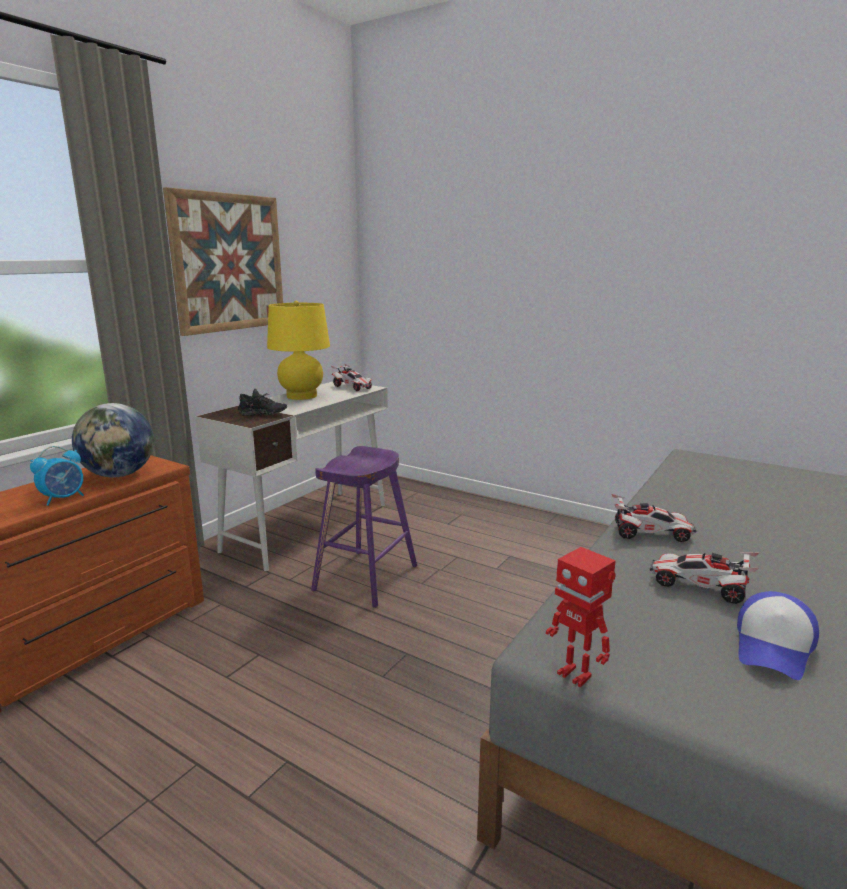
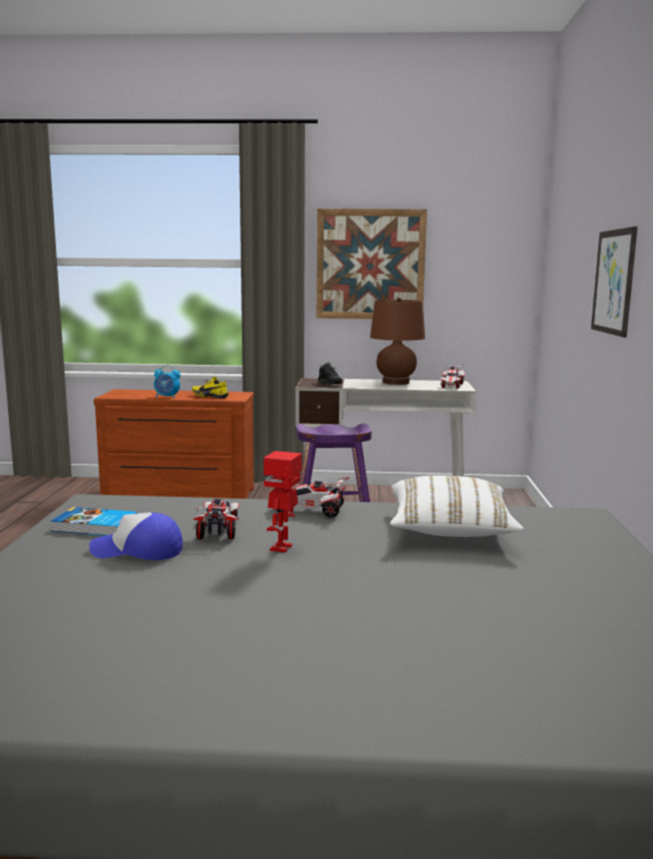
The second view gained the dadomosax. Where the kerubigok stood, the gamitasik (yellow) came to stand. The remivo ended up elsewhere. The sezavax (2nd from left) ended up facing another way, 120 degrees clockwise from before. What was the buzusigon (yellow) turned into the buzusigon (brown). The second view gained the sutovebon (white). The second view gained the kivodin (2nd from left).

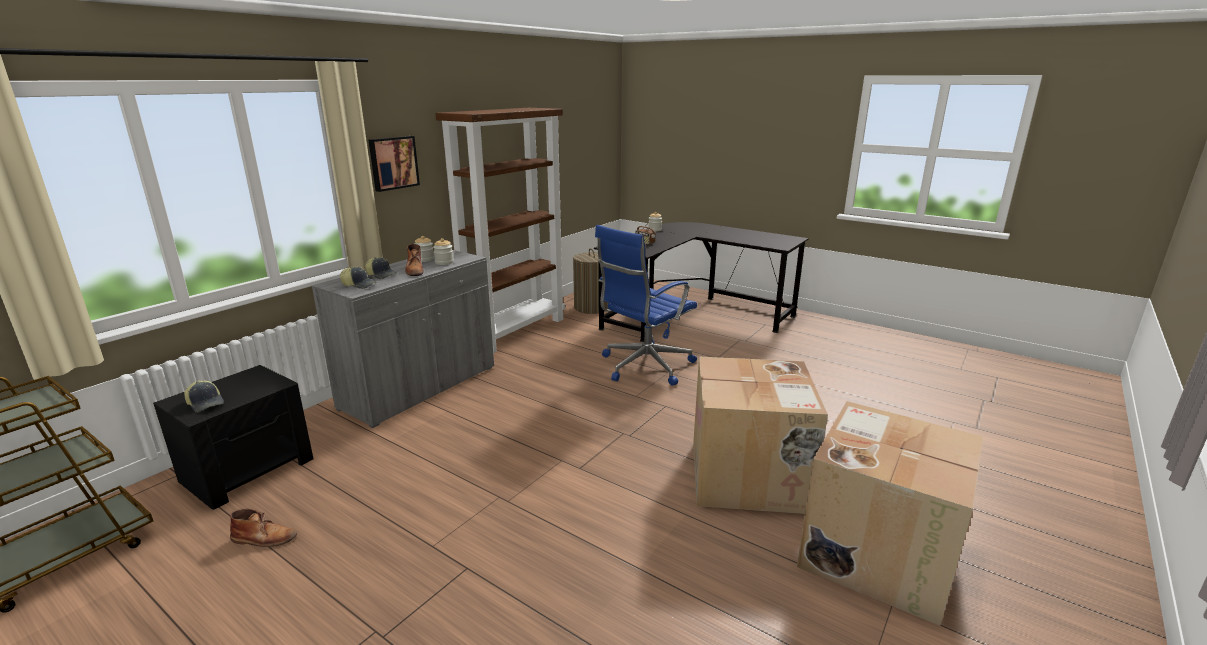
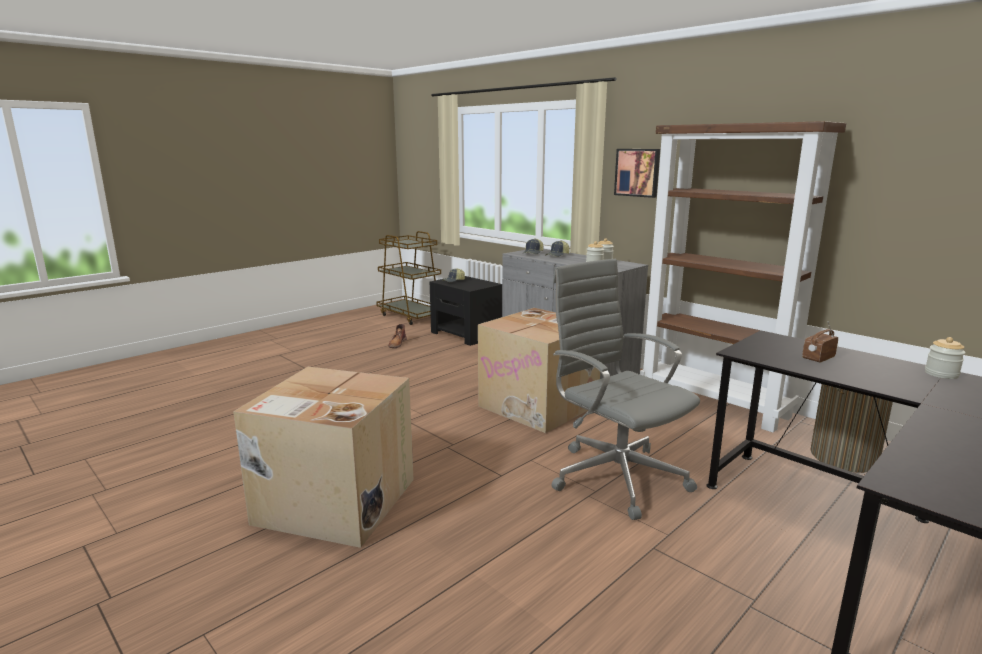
The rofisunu (2nd from left) ended up elsewhere. What was the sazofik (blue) turned into the sazofik (grey). The second view lost the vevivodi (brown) (2nd from left).

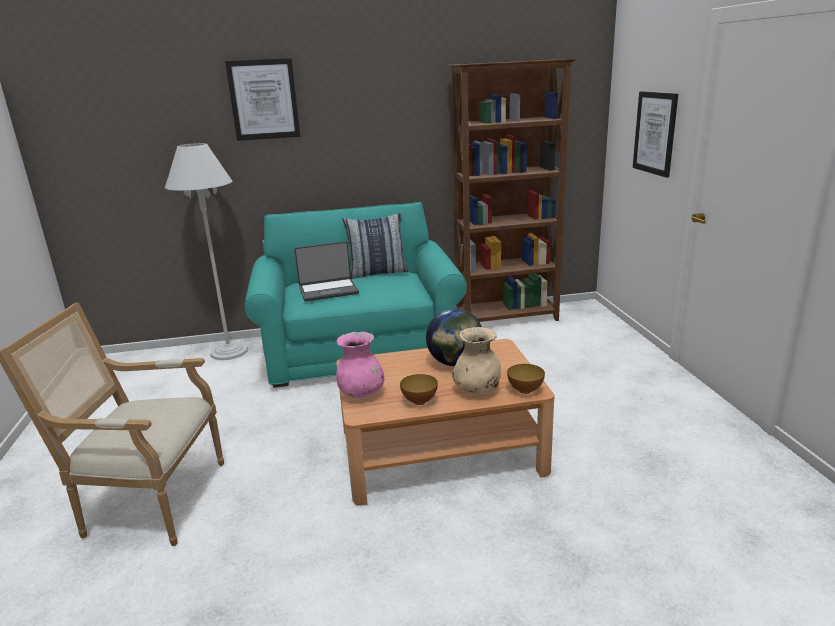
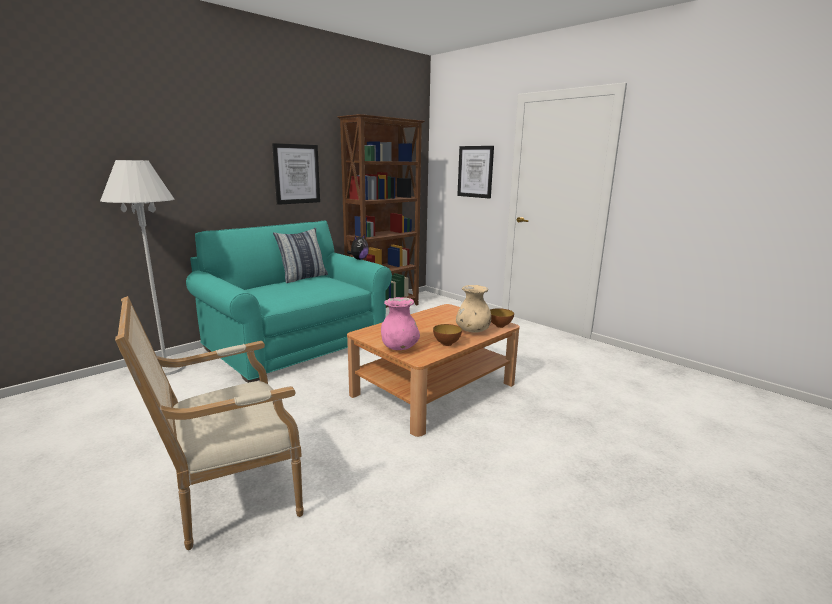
The kivodin (1st from left) ended up elsewhere. The second view gained the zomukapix. The second view lost the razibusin. The second view lost the kerubigok.

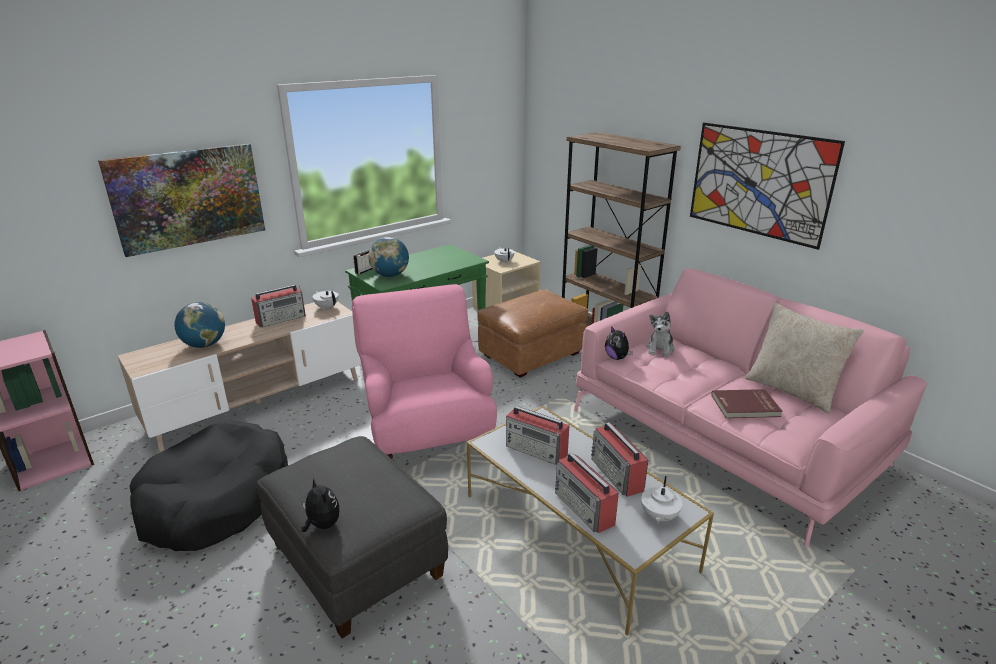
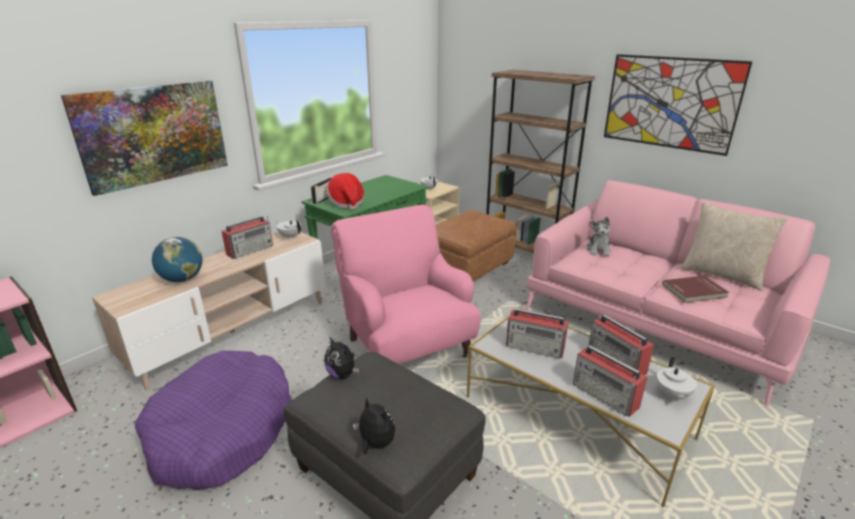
What was the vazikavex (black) turned into the vazikavex (purple). The zomukapix (2nd from left in the first image) ended up elsewhere. Where the kerubigok (2nd from left) stood, the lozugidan came to stand.

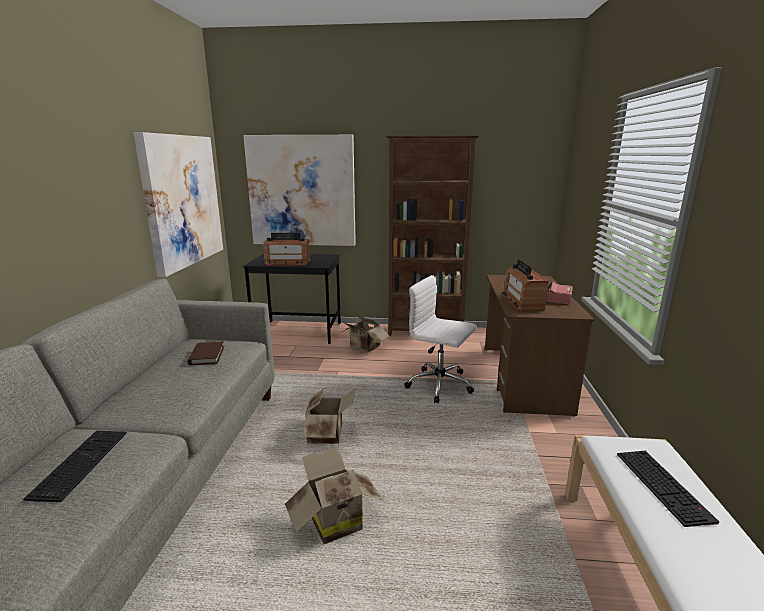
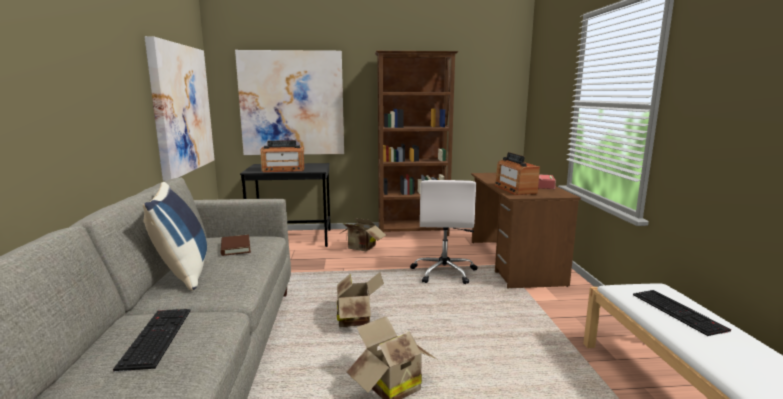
The second view gained the sutovebon (blue). The sazofik (white) ended up facing another way, 105 degrees counterclockwise from before.

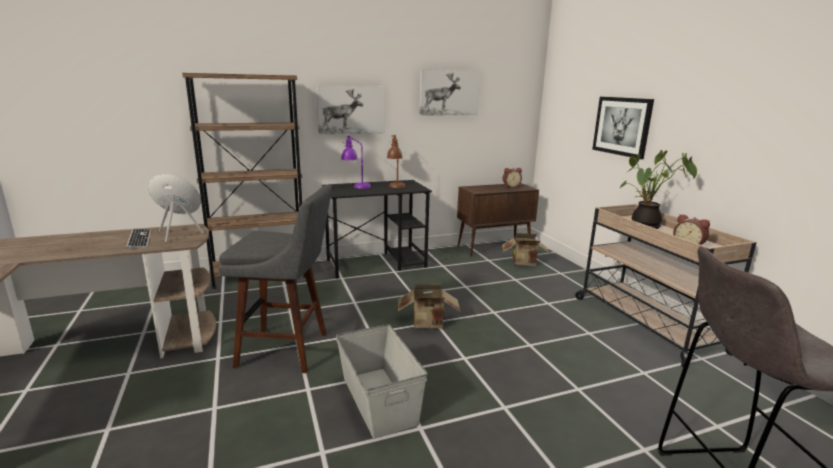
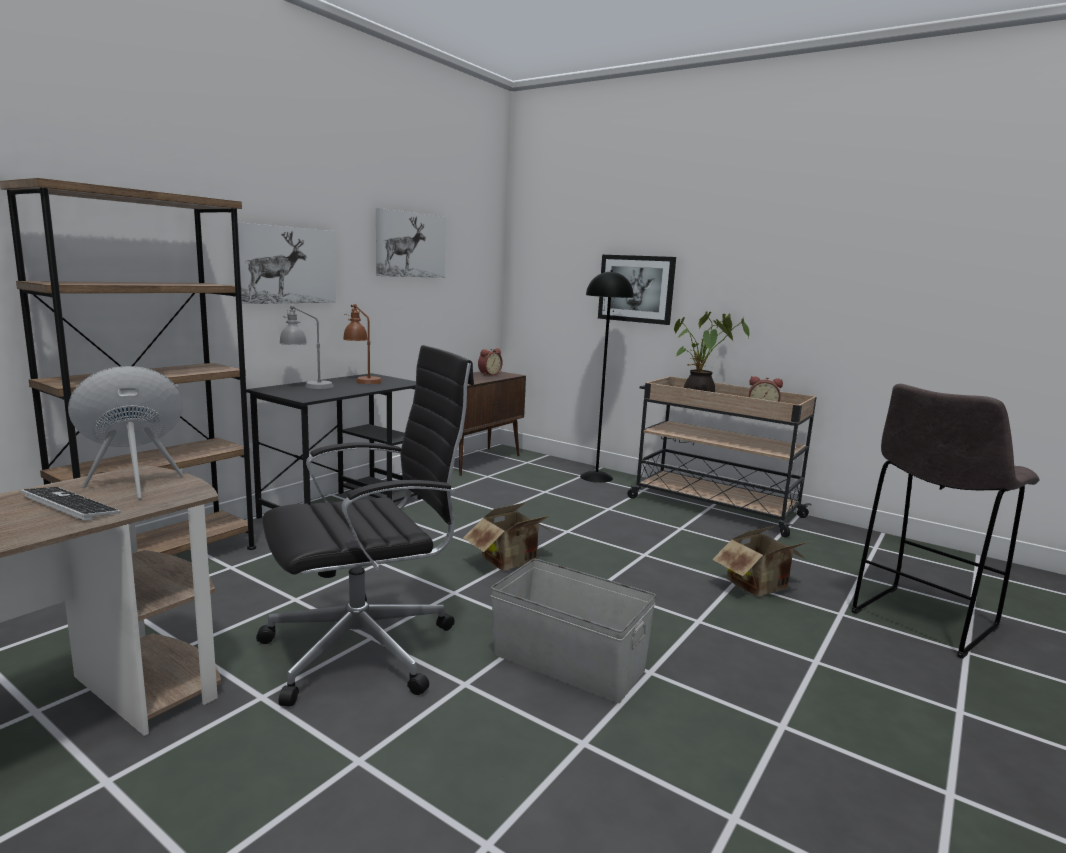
Where the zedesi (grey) (1st from left) stood, the sazofik (black) came to stand. What was the buzusigon (purple) turned into the buzusigon (grey). The second view gained the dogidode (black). The rofisunu (2nd from left) ended up elsewhere.

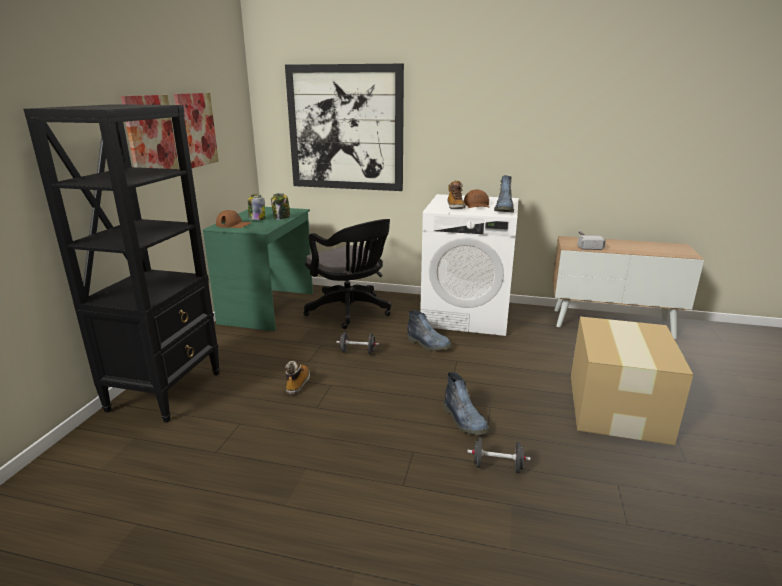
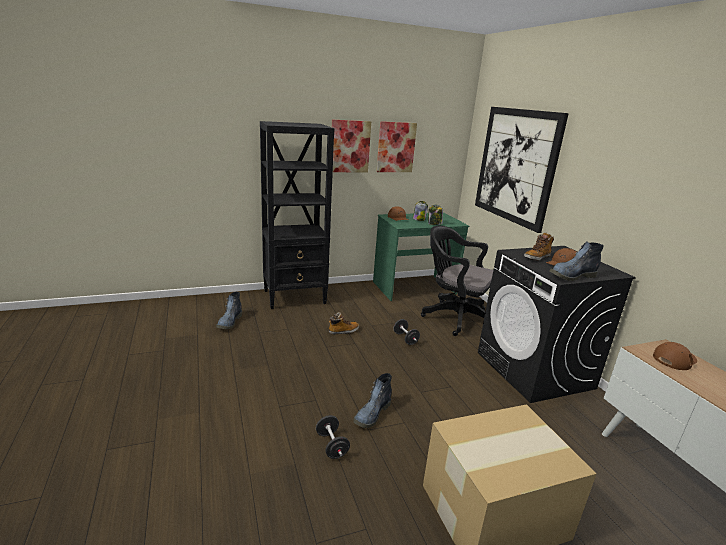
The vevivodi (2nd from left in the first image) ended up elsewhere. The sazofik (black) ended up facing another way, 105 degrees clockwise from before. What was the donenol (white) turned into the donenol (black). Where the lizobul stood, the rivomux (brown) (3rd from left) came to stand.

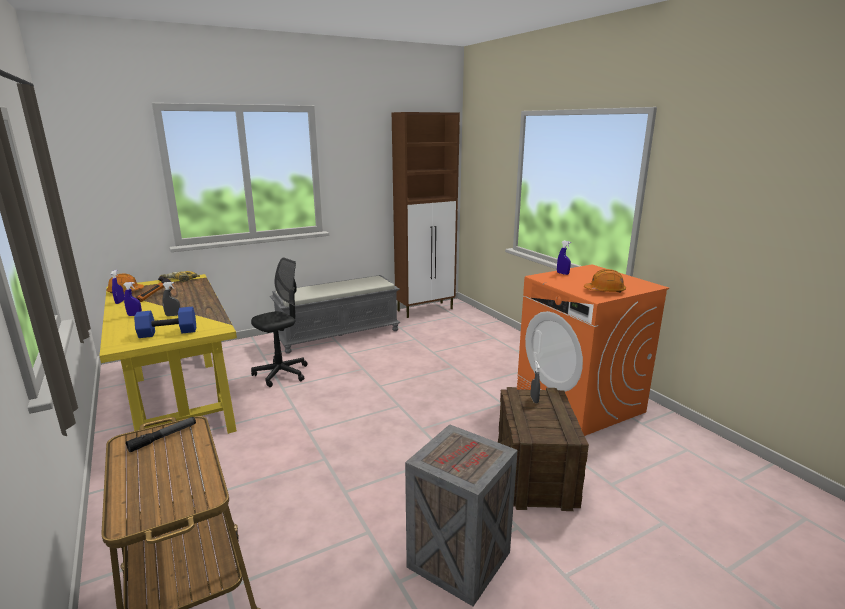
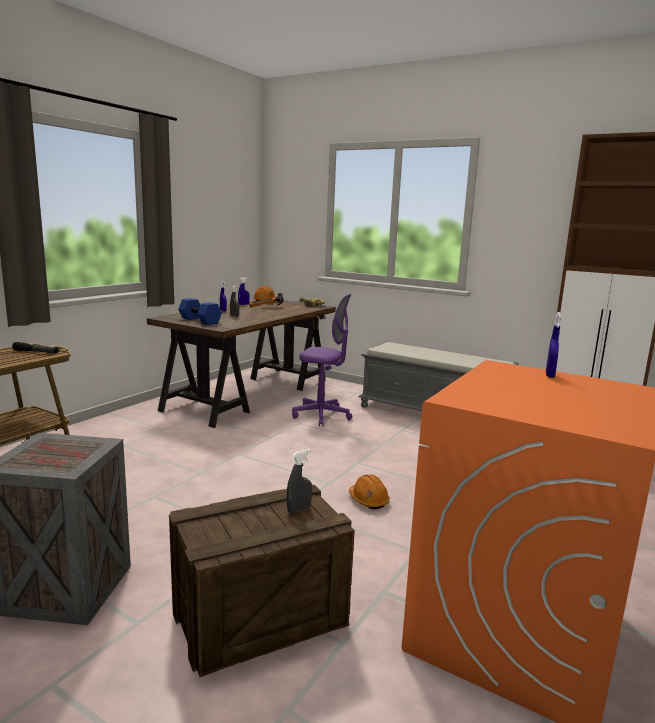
What was the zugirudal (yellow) turned into the zugirudal (brown). What was the sazofik (black) turned into the sazofik (purple). The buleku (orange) (2nd from left) ended up elsewhere.

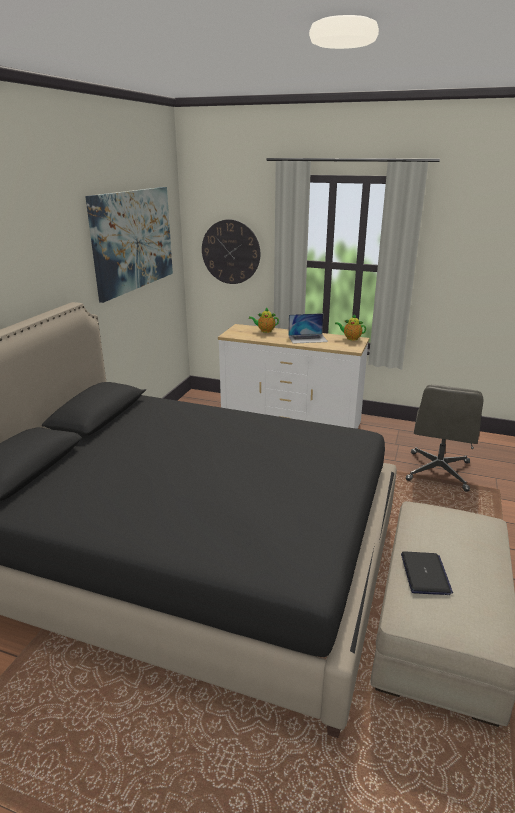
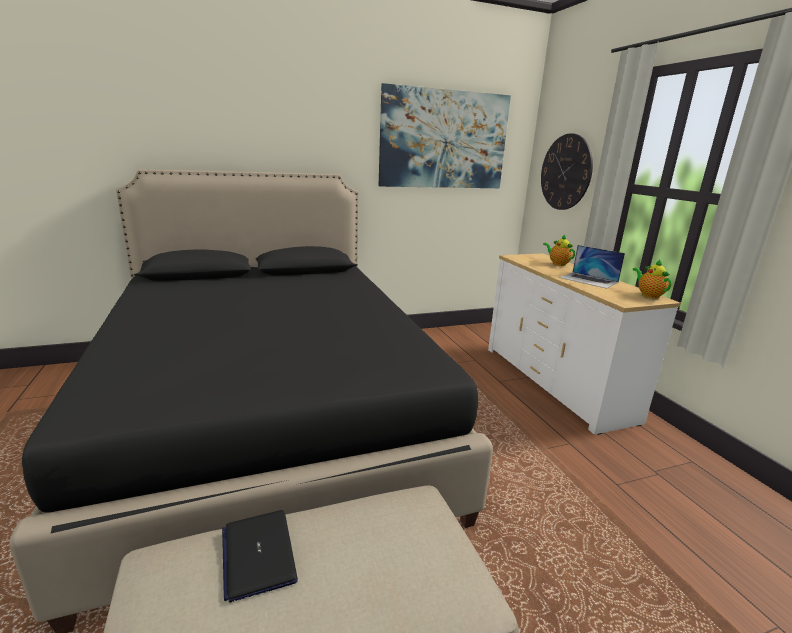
The razibusin (2nd from left in the first image) ended up facing another way, 105 degrees clockwise from before. The second view lost the sazofik (grey).

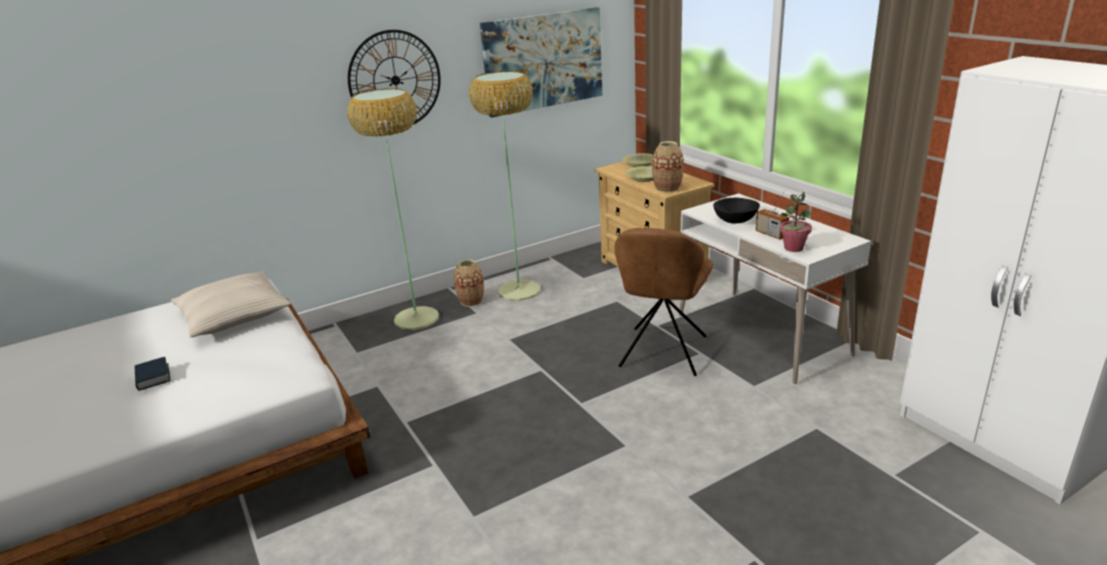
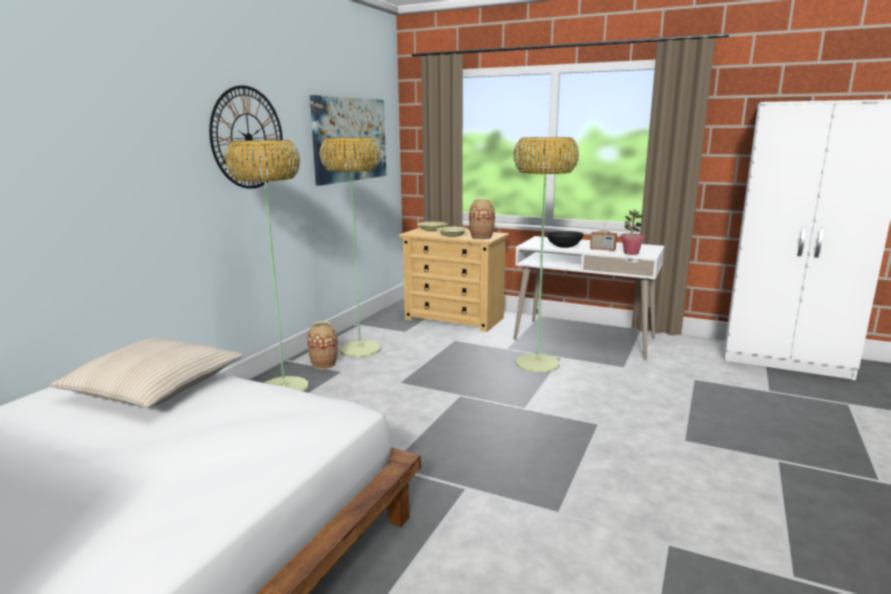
Where the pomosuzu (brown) stood, the dogidode (3rd from left) came to stand. The second view lost the dadomosax.

